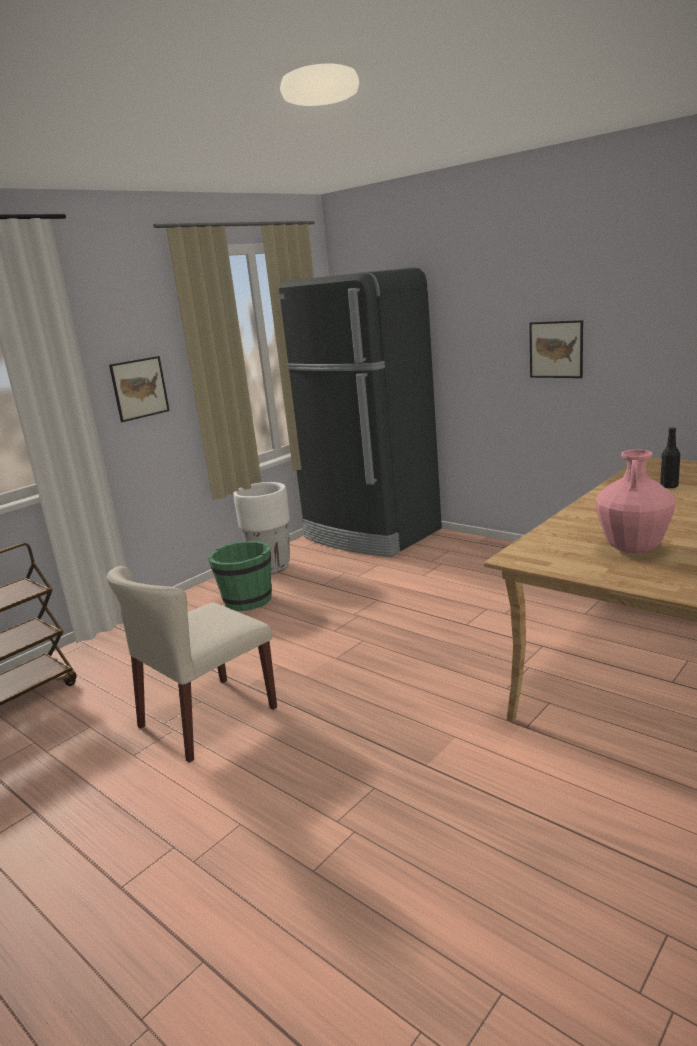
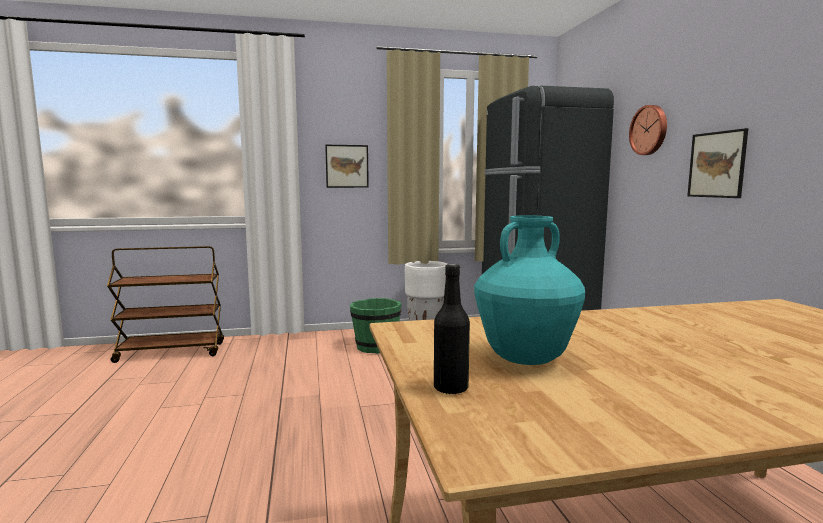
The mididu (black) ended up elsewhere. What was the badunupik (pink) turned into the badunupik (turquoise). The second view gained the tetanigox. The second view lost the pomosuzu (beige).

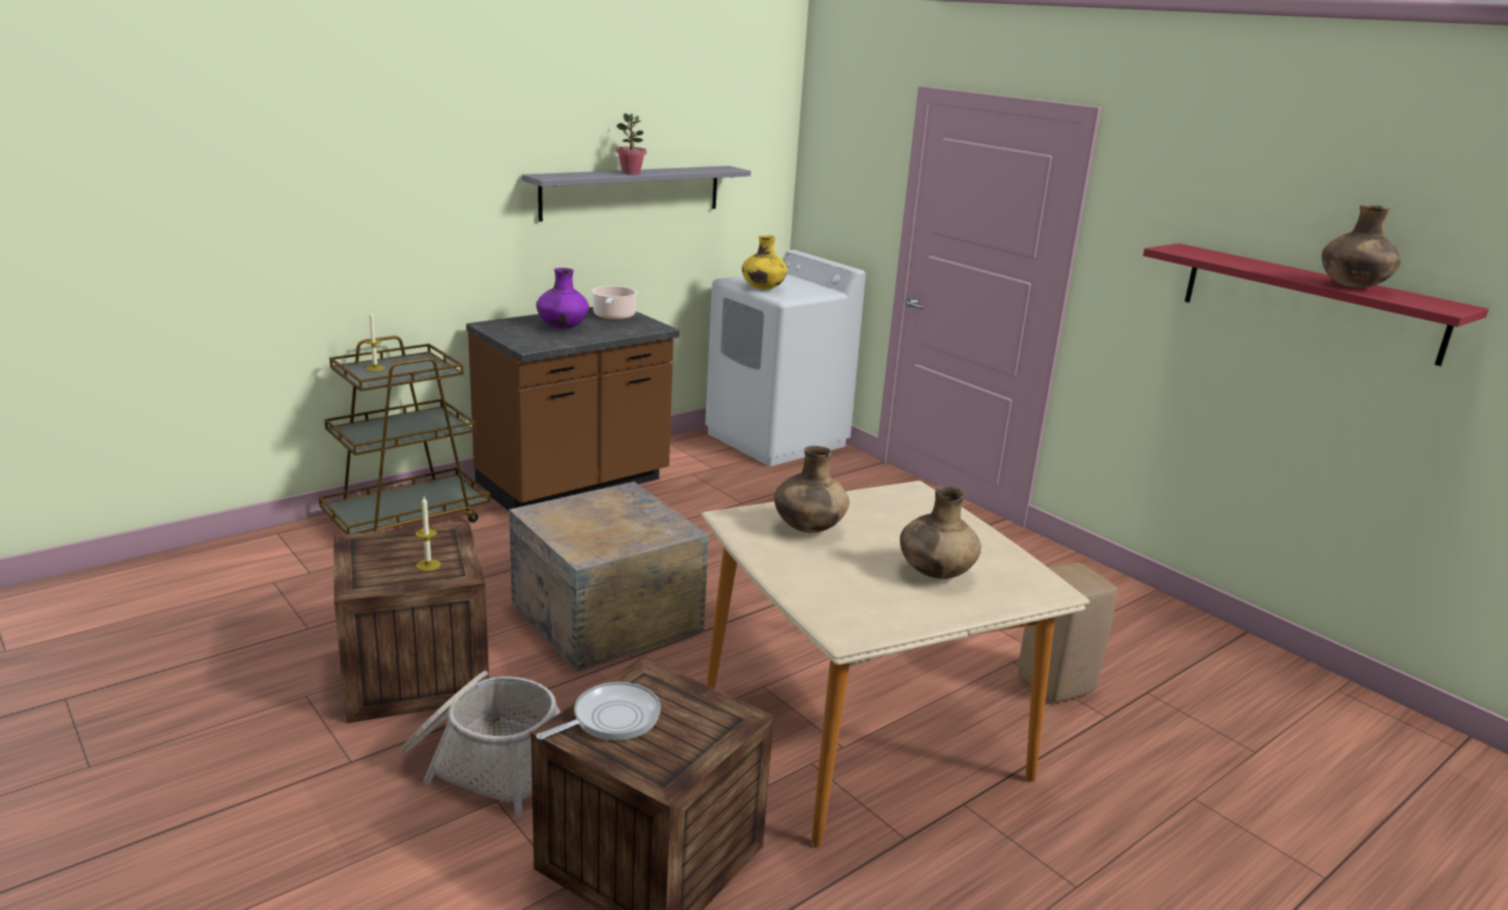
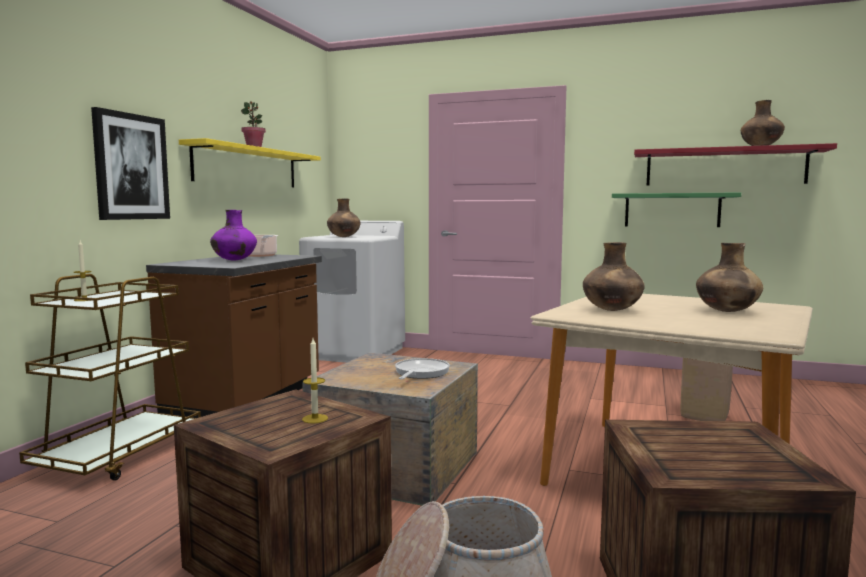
The second view gained the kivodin. What was the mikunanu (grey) turned into the mikunanu (yellow). What was the badunupik (yellow) turned into the badunupik (brown) (1st from left). The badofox ended up elsewhere. The second view gained the mikunanu (green).

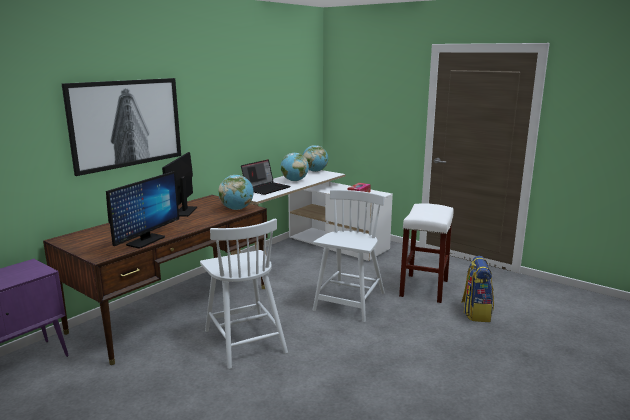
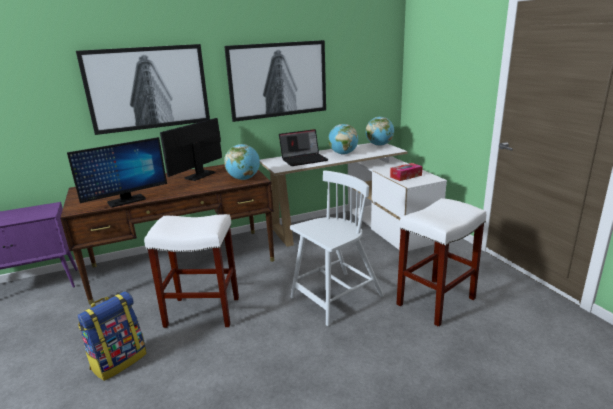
The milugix ended up elsewhere. Where the pomosuzu (white) (1st from left) stood, the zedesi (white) (1st from left) came to stand. The second view gained the kivodin (2nd from left).

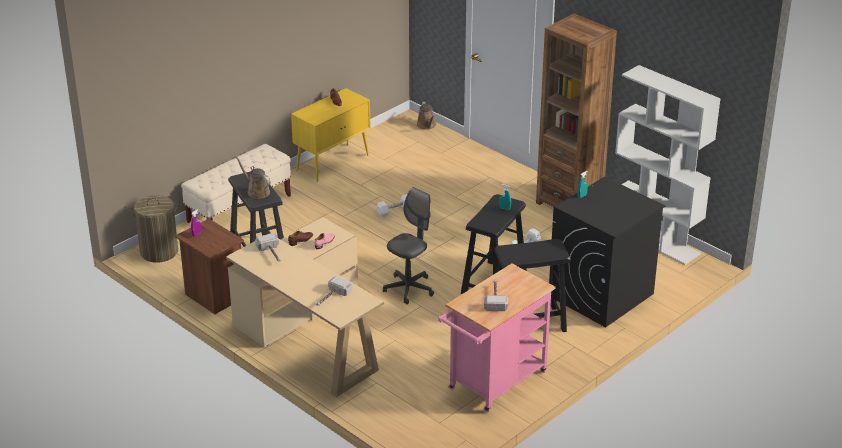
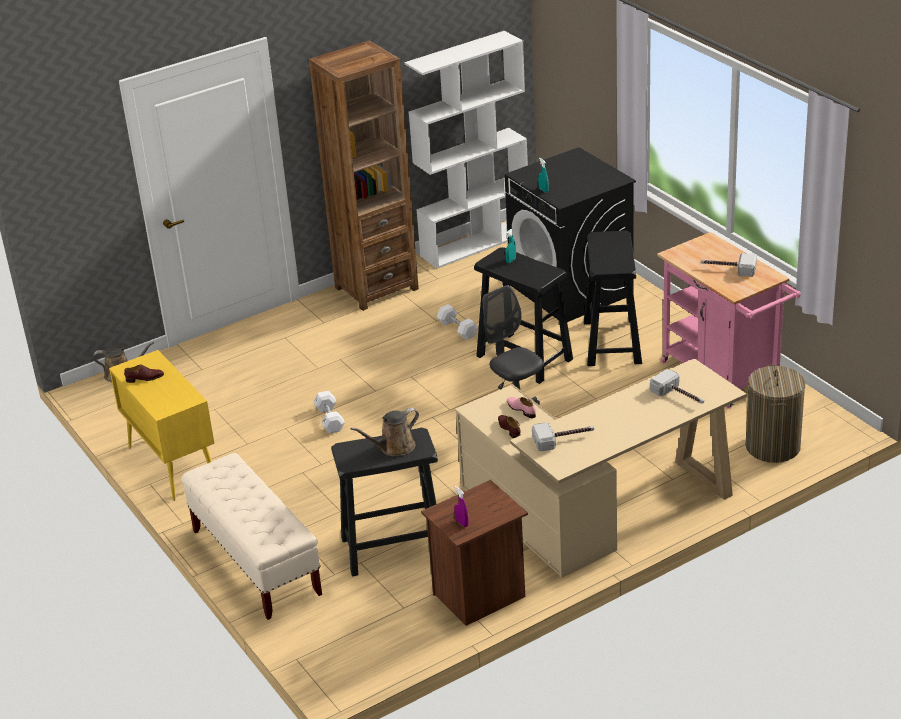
The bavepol ended up elsewhere.

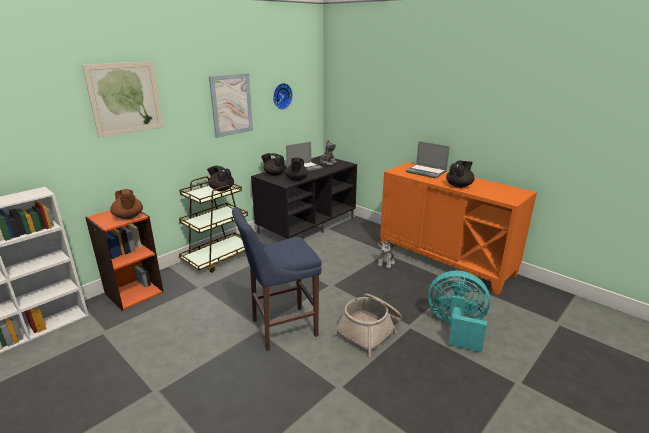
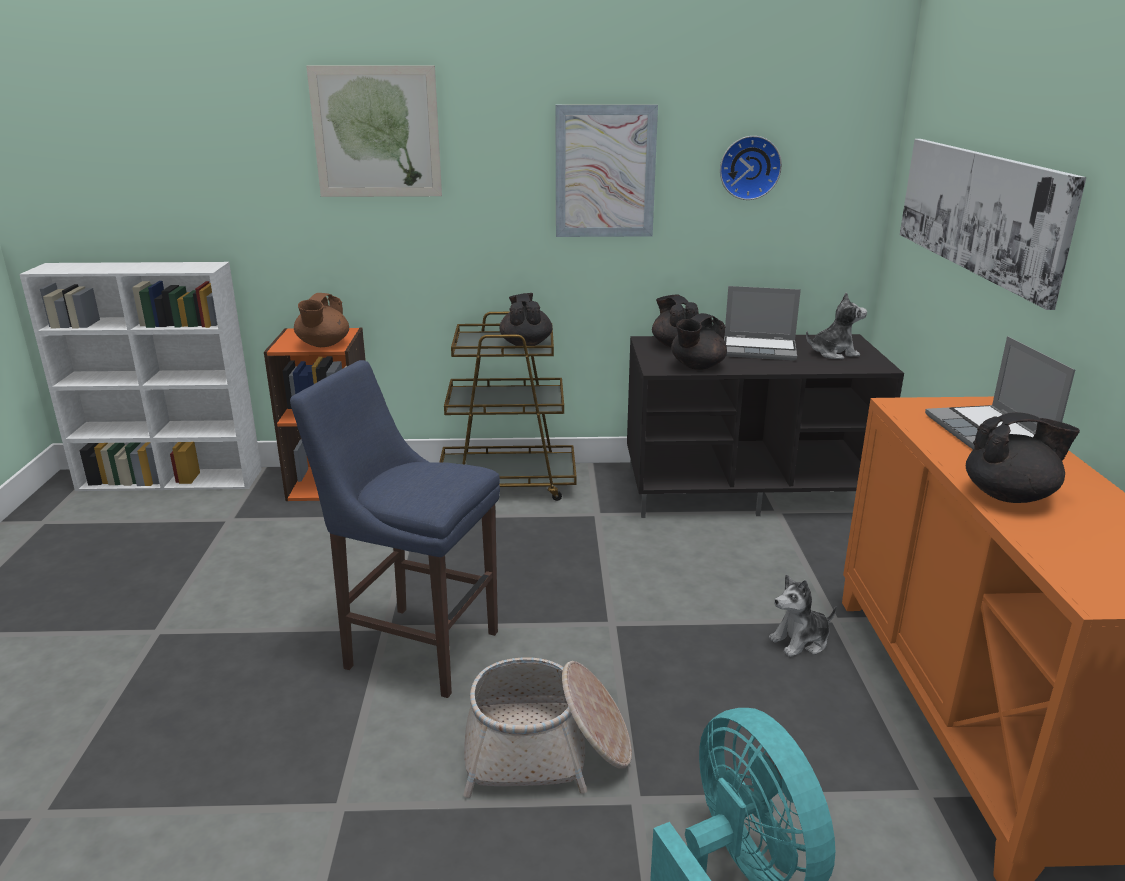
The second view gained the kivodin (3rd from left).

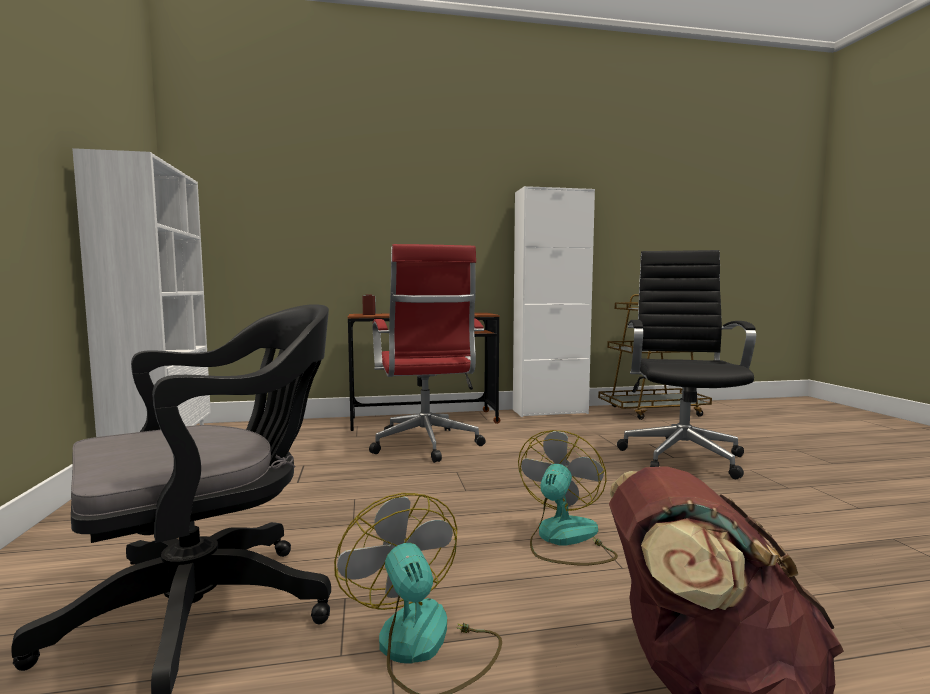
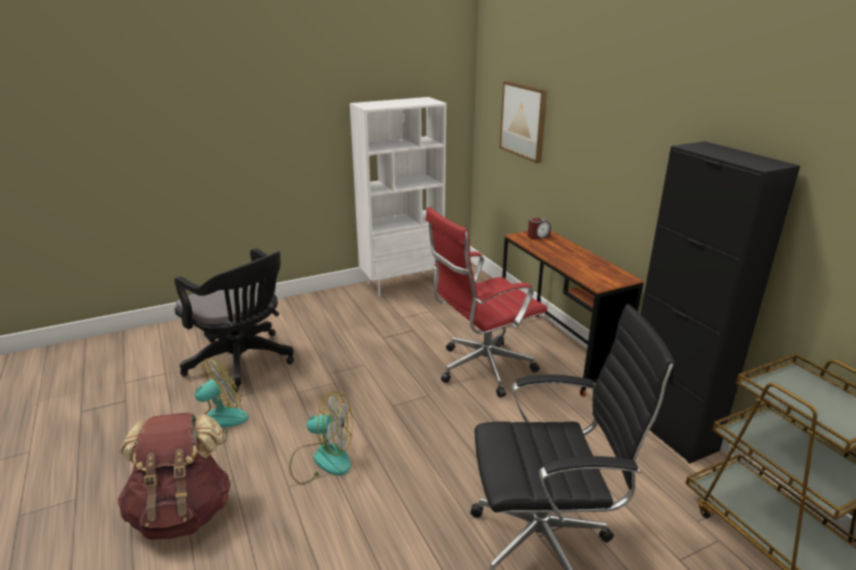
The second view gained the kivodin. What was the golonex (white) turned into the golonex (black).

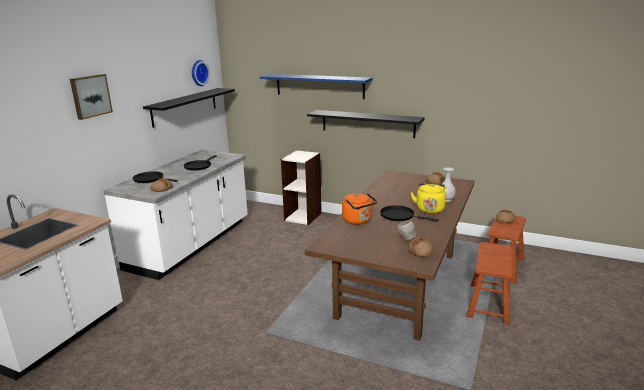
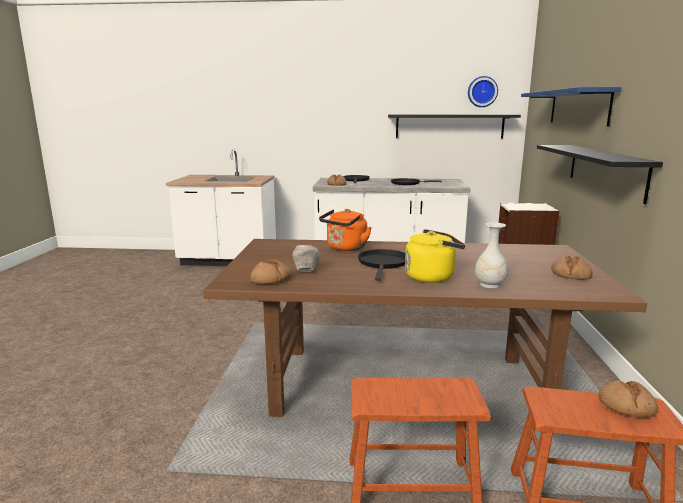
The second view lost the kivodin.

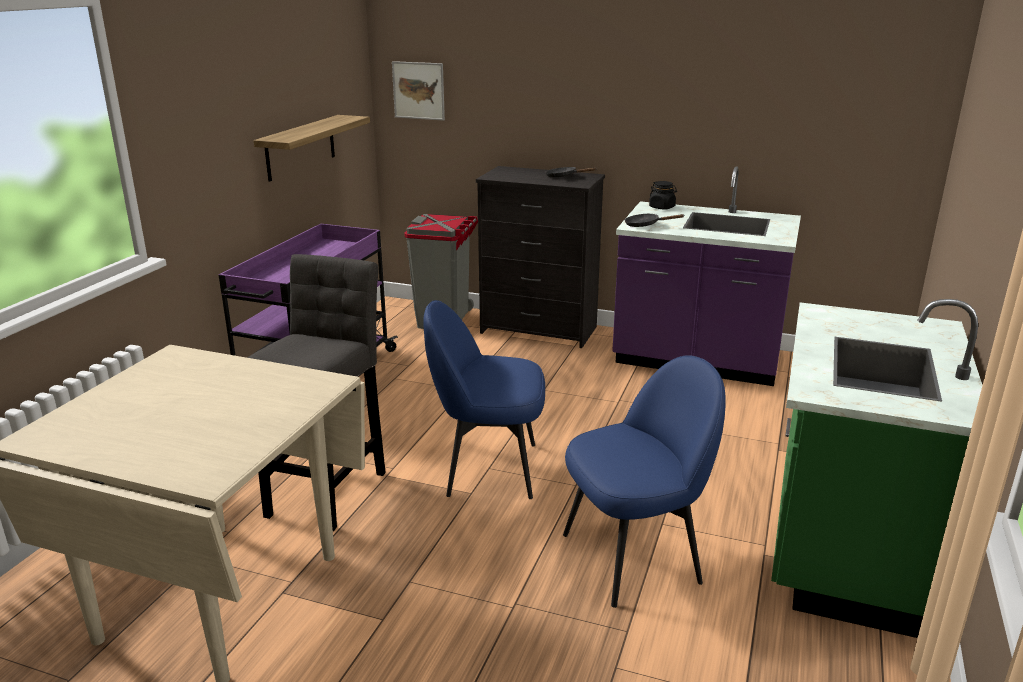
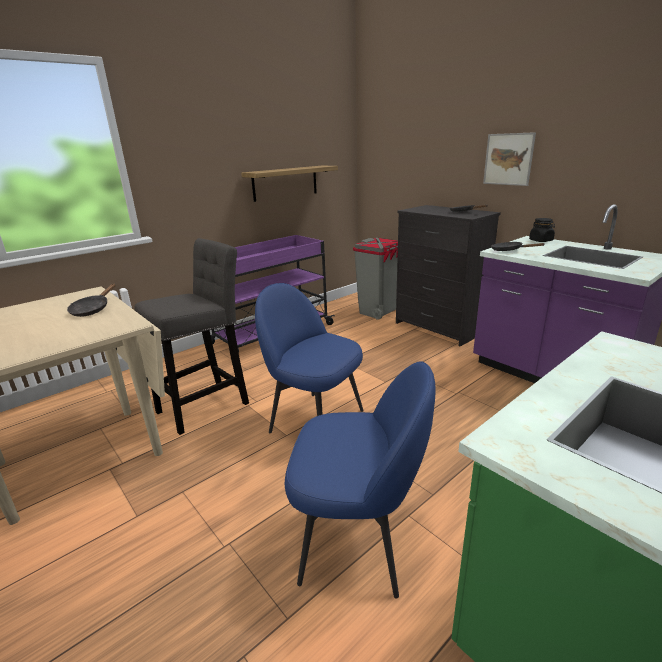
The second view gained the badofox (black) (1st from left). The kivodin ended up elsewhere.

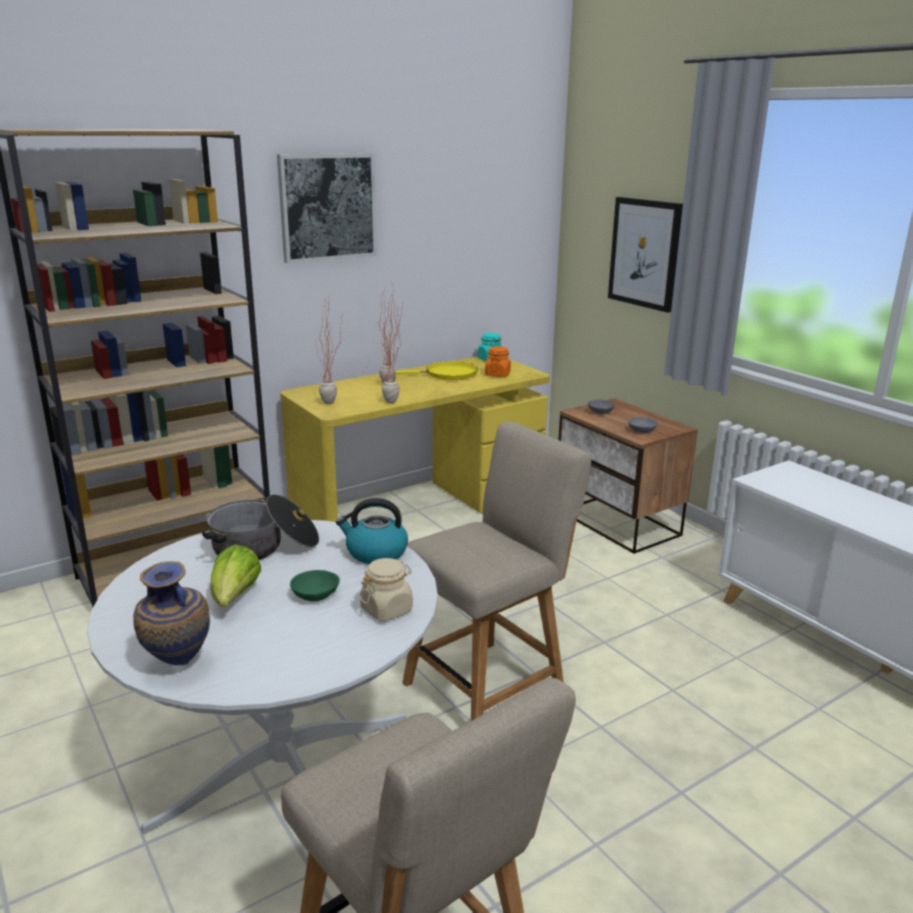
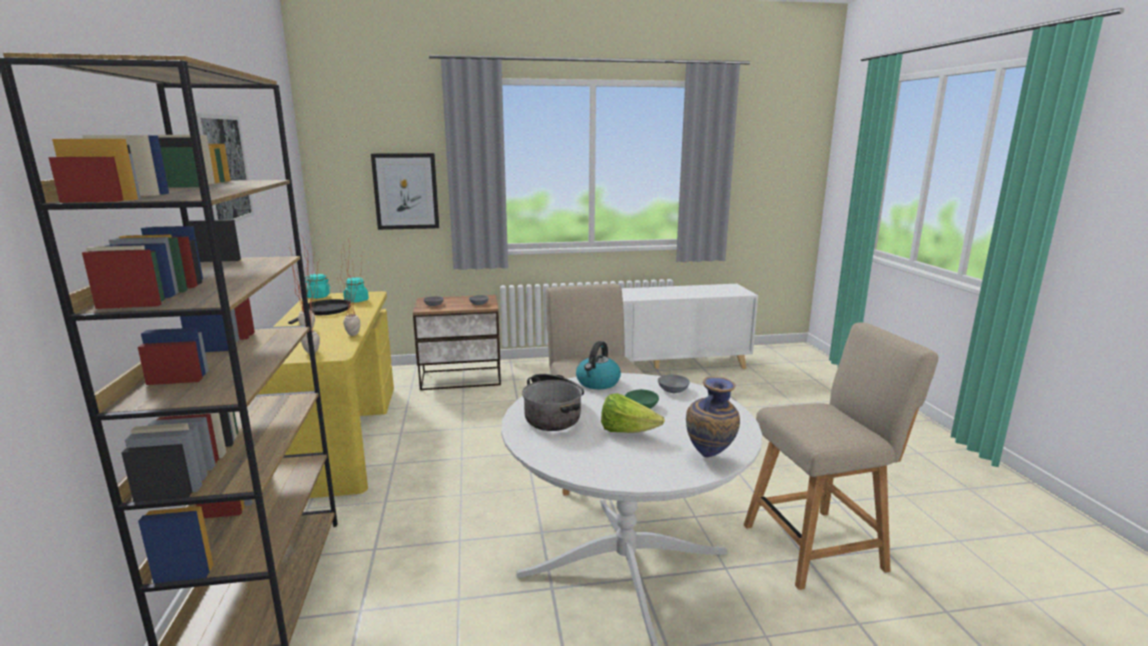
What was the badofox (yellow) turned into the badofox (black). What was the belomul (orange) turned into the belomul (turquoise) (2nd from left). Where the belomul (beige) stood, the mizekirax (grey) (3rd from left) came to stand.

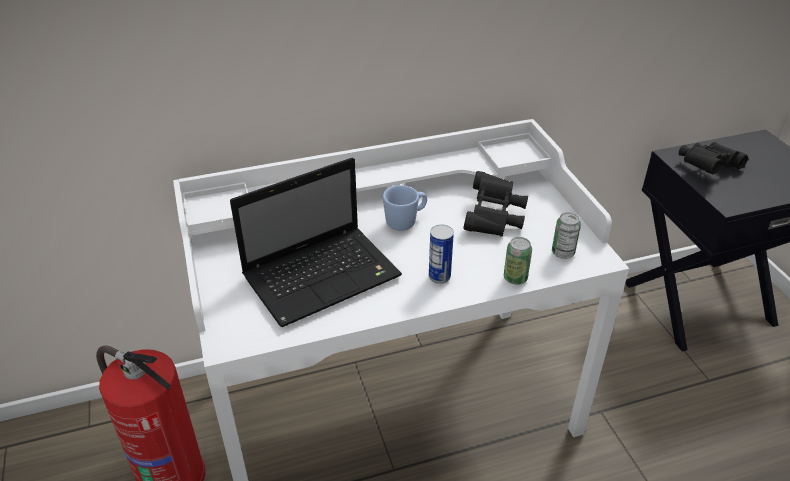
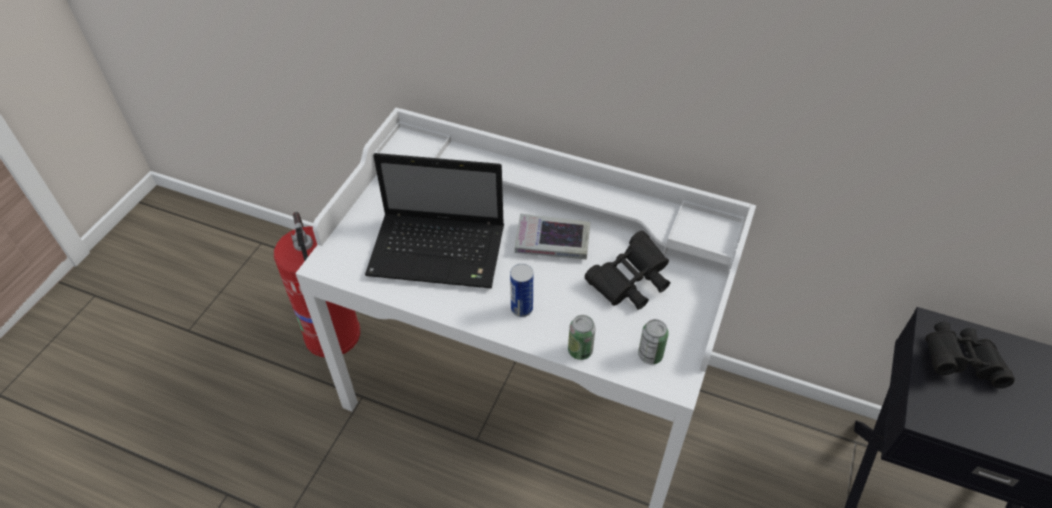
Where the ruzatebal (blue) stood, the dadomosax came to stand.

